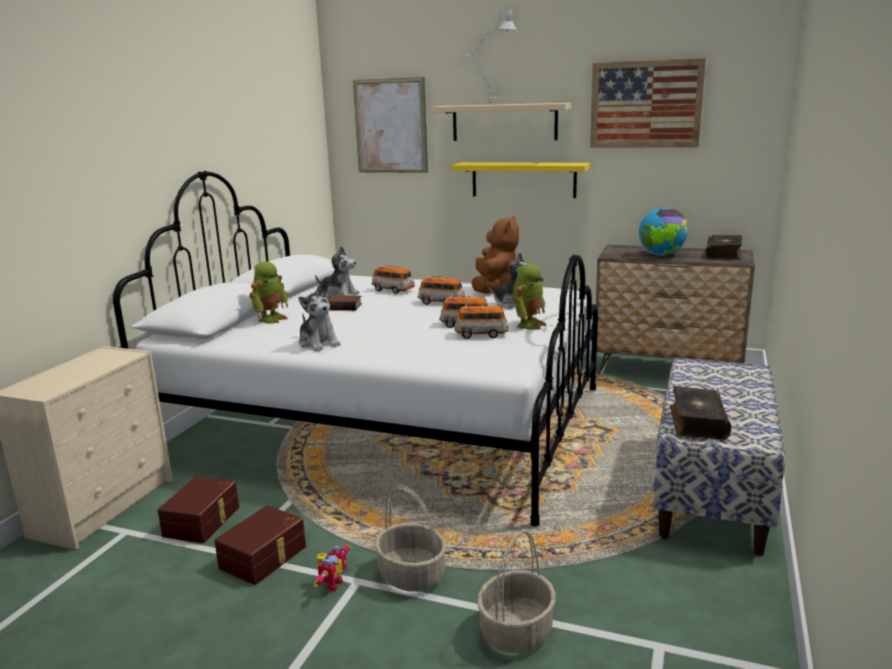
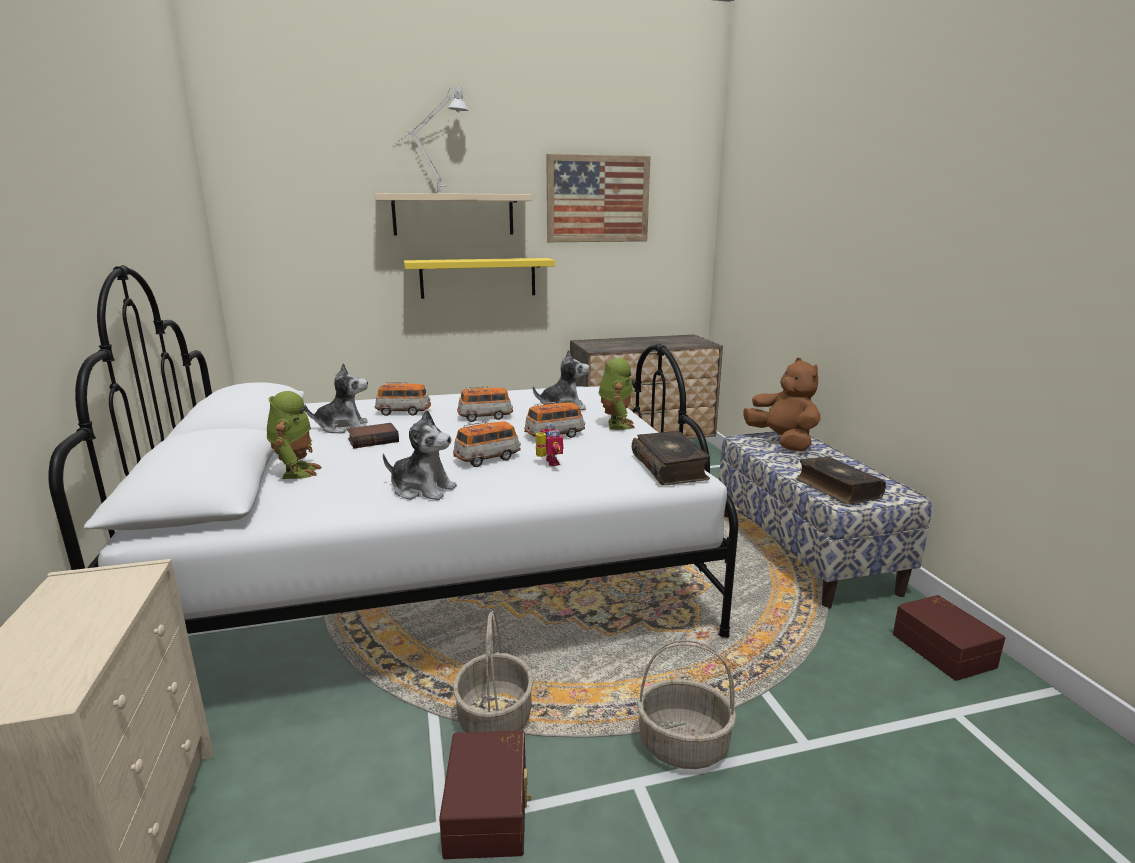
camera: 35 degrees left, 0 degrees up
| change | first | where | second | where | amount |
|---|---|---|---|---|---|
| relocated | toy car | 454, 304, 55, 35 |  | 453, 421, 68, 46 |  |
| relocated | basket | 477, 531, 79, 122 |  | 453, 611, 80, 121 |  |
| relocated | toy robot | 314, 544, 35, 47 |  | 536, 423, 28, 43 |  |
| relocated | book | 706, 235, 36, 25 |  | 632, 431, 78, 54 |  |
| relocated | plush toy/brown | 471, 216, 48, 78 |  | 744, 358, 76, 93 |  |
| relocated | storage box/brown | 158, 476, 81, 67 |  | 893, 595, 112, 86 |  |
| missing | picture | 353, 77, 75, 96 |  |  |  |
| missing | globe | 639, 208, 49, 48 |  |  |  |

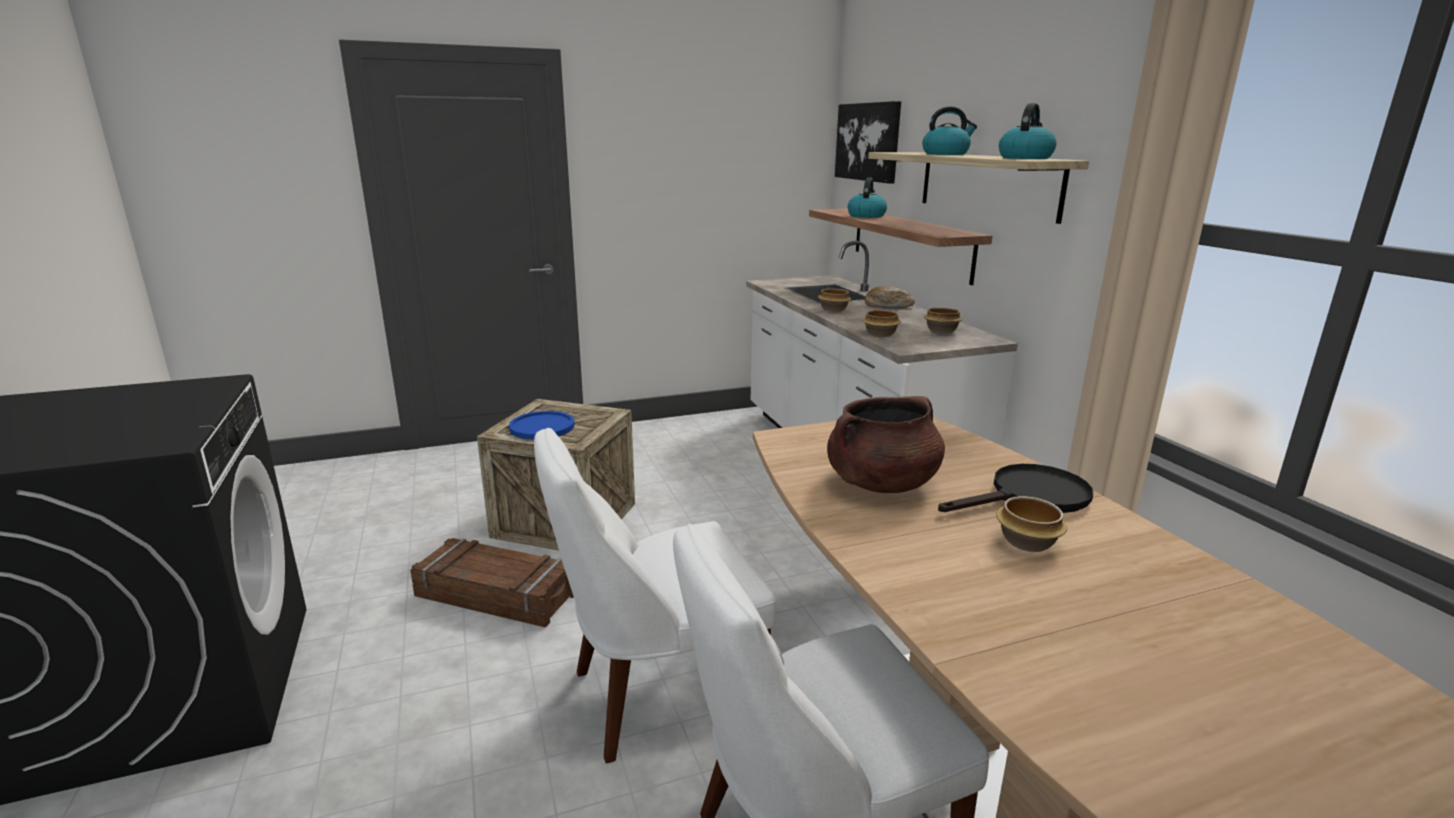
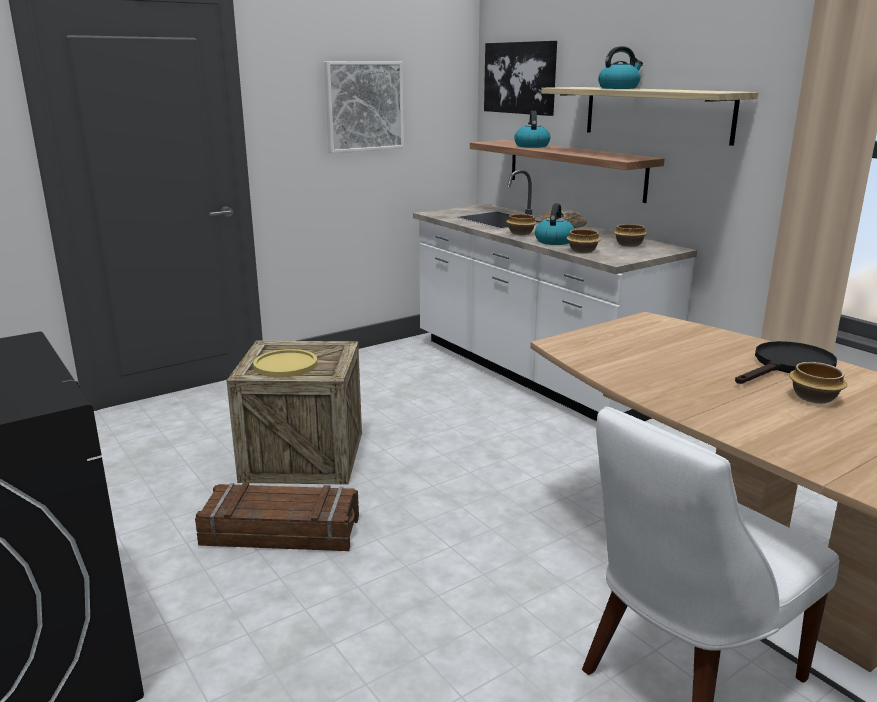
camera: 15 degrees left, 0 degrees up
| change | first | where | second | where | amount |
|---|---|---|---|---|---|
| colour | plate/blue | 509, 411, 66, 29 | plate/yellow | 253, 349, 64, 28 |  |
| appeared |  |  | picture | 324, 61, 80, 92 |  |
| relocated | kettle | 999, 103, 57, 56 |  | 535, 203, 39, 42 |  |
| missing | chair/white | 534, 428, 242, 335 |  |  |  |
| missing | cooking pot/brown | 827, 396, 118, 97 |  |  |  |

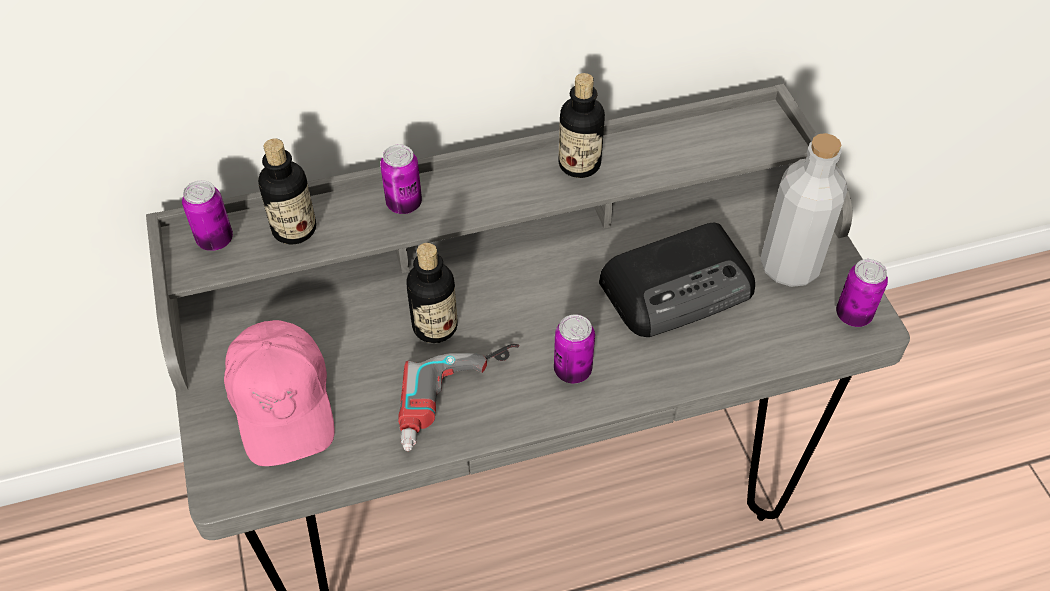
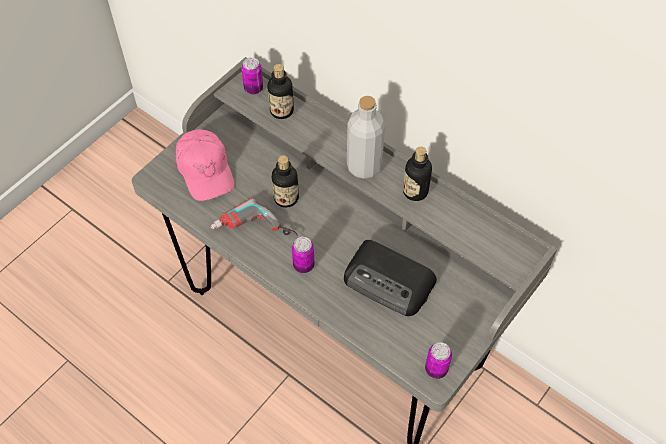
camera: 55 degrees right, 5 degrees up
| change | first | where | second | where | amount |
|---|---|---|---|---|---|
| spun | cap/pink | 224, 320, 111, 146 |  | 176, 129, 58, 72 | 60 degrees counterclockwise |
| relocated | bottle/grey | 760, 133, 87, 154 |  | 347, 96, 38, 83 |  |
| missing | can | 380, 145, 42, 69 |  |  |  |

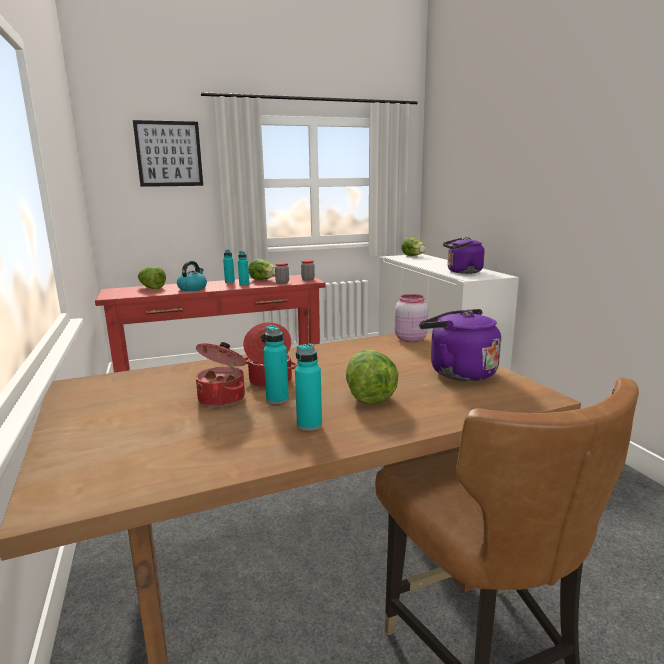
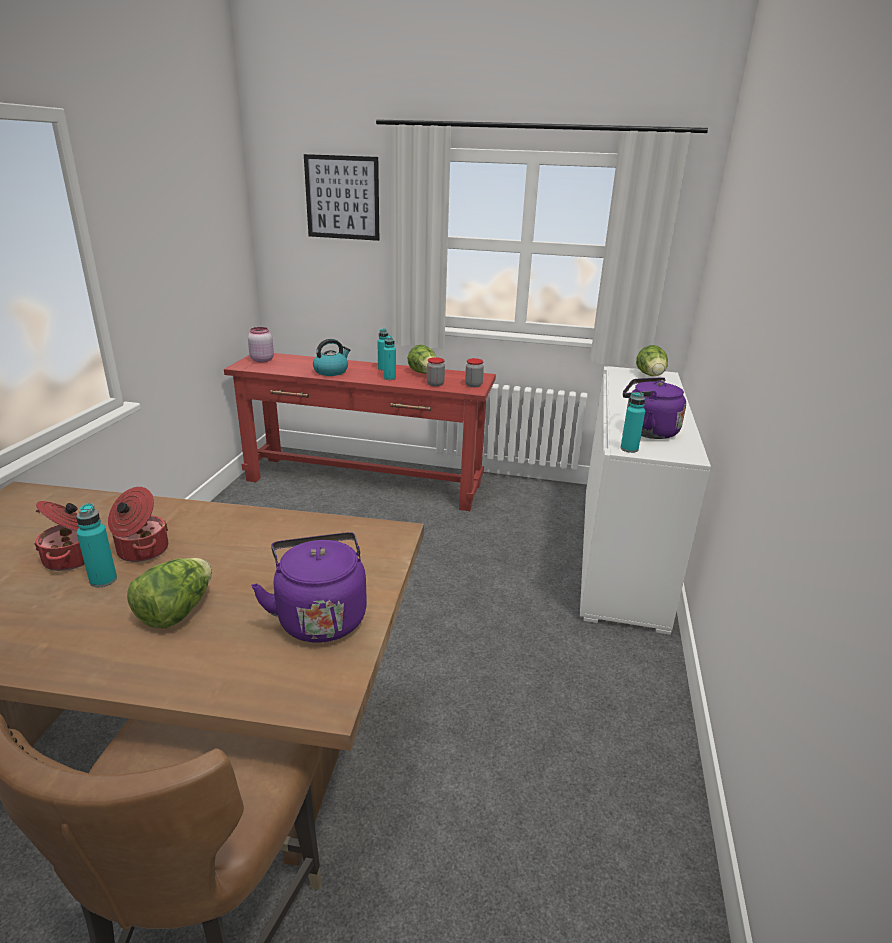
camera: 30 degrees right, 10 degrees up
| change | first | where | second | where | amount |
|---|---|---|---|---|---|
| relocated | jar/pink | 395, 294, 33, 48 |  | 248, 327, 26, 36 |  |
| relocated | bottle/turquoise | 295, 344, 27, 87 |  | 620, 392, 25, 61 |  |
| missing | lettuce | 138, 266, 28, 23 |  |  |  |

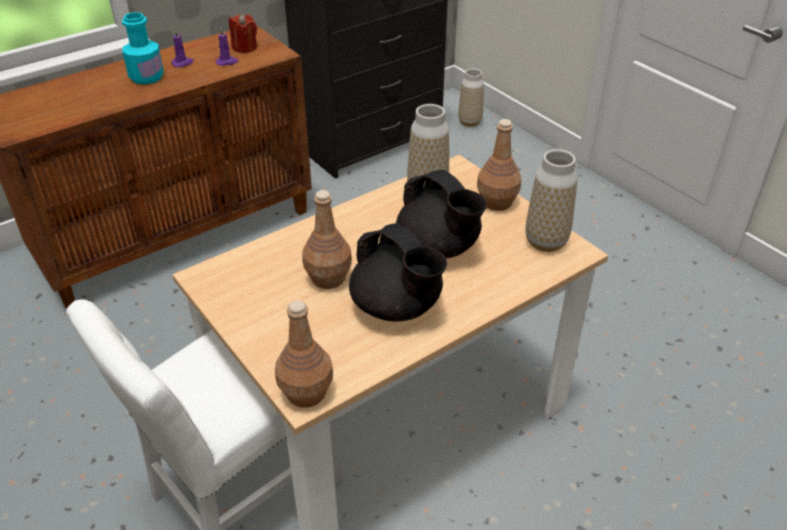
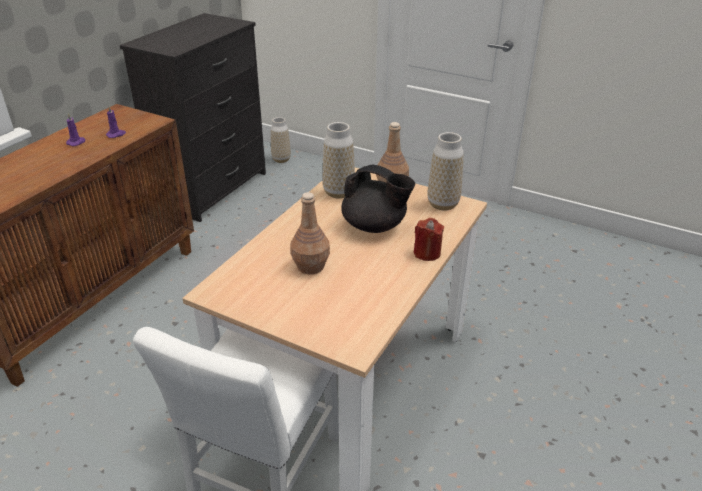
camera: 25 degrees left, 5 degrees down
| change | first | where | second | where | amount |
|---|---|---|---|---|---|
| relocated | candle/red | 229, 14, 28, 39 |  | 414, 218, 30, 43 |  |
| missing | bottle/turquoise | 122, 12, 42, 72 |  |  |  |
| missing | bottle/brown | 275, 300, 58, 108 |  |  |  |
| missing | teapot/black | 349, 223, 98, 98 |  |  |  |

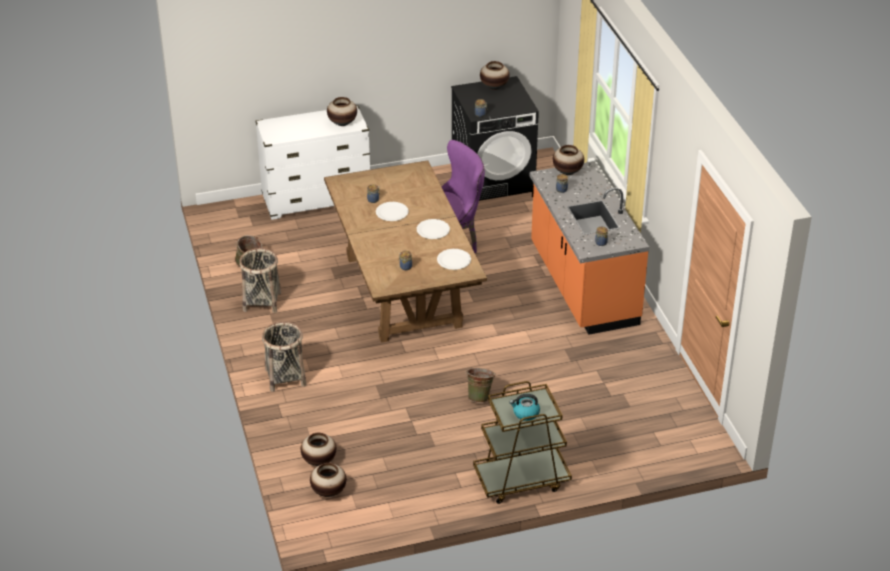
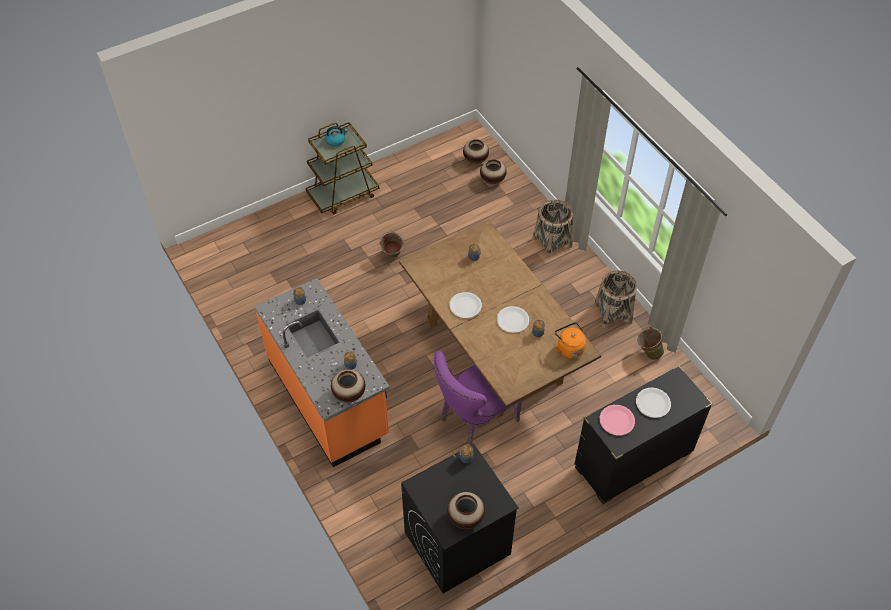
camera: 165 degrees right, 15 degrees up
| change | first | where | second | where | amount |
|---|---|---|---|---|---|
| appeared |  |  | kettle/orange | 554, 322, 32, 37 |  |
| colour | dresser/white | 255, 105, 115, 115 | dresser/black | 574, 366, 138, 138 |  |
| exchanged | vase | 327, 97, 30, 29 | plate/pink | 600, 405, 35, 31 |  |
| relocated | plate/white | 437, 249, 34, 21 |  | 636, 387, 35, 31 |  |

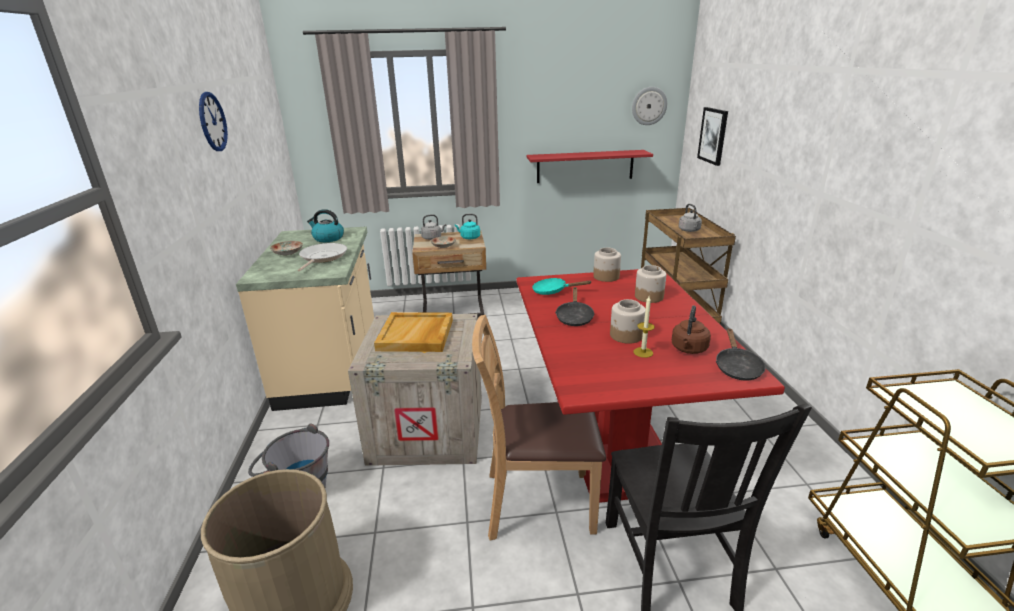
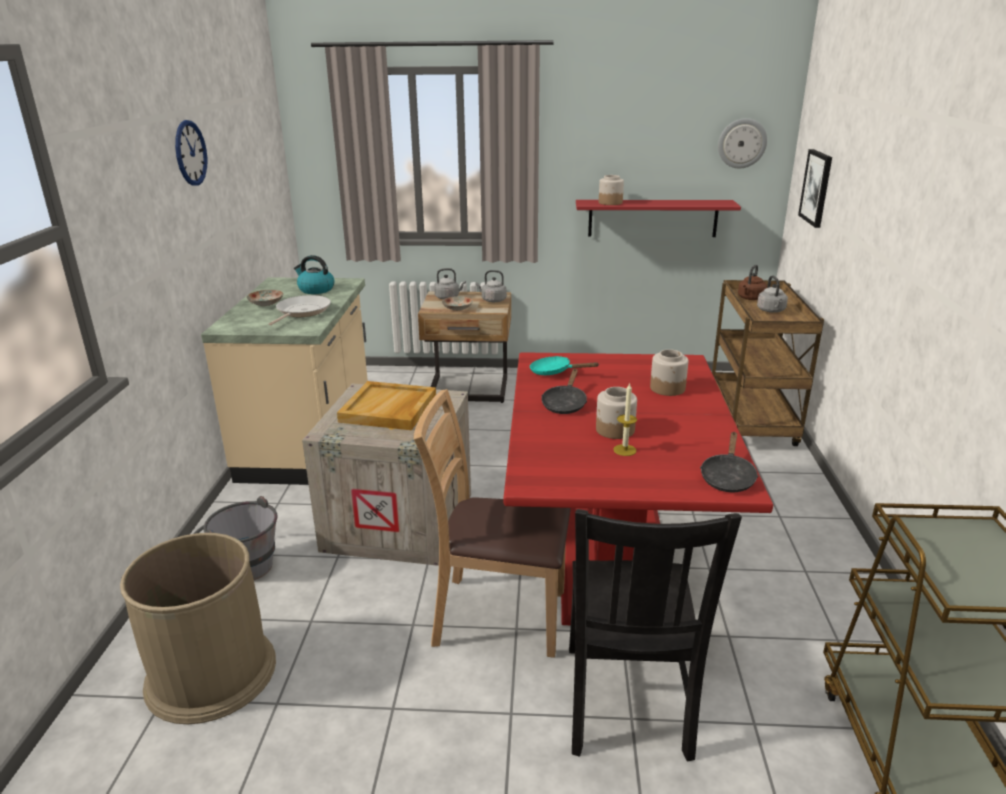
camera: 10 degrees right, 0 degrees up
| change | first | where | second | where | amount |
|---|---|---|---|---|---|
| colour | kettle/turquoise | 455, 214, 25, 25 | kettle/grey | 476, 270, 31, 32 |  |
| relocated | jar | 593, 248, 28, 34 |  | 599, 175, 25, 30 |  |
| relocated | kettle/brown | 672, 305, 39, 49 |  | 738, 265, 29, 35 |  |

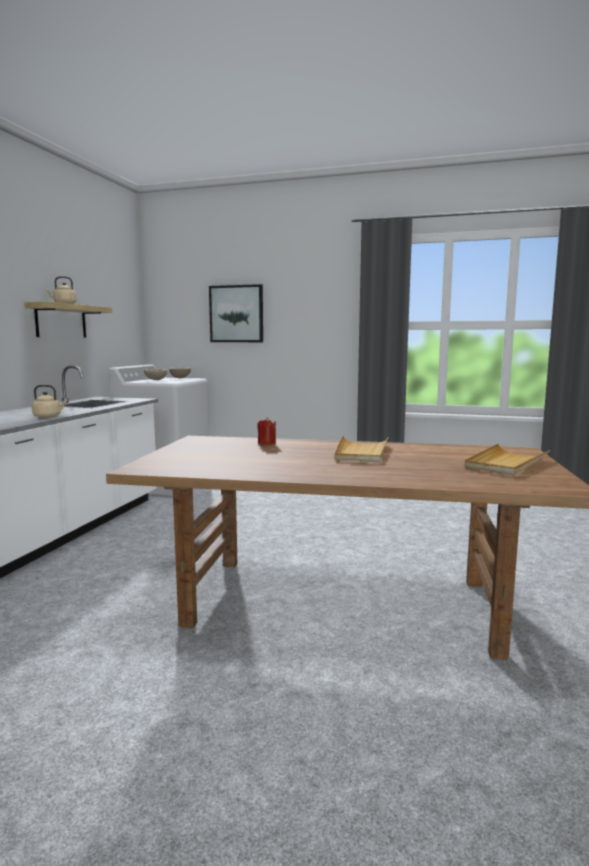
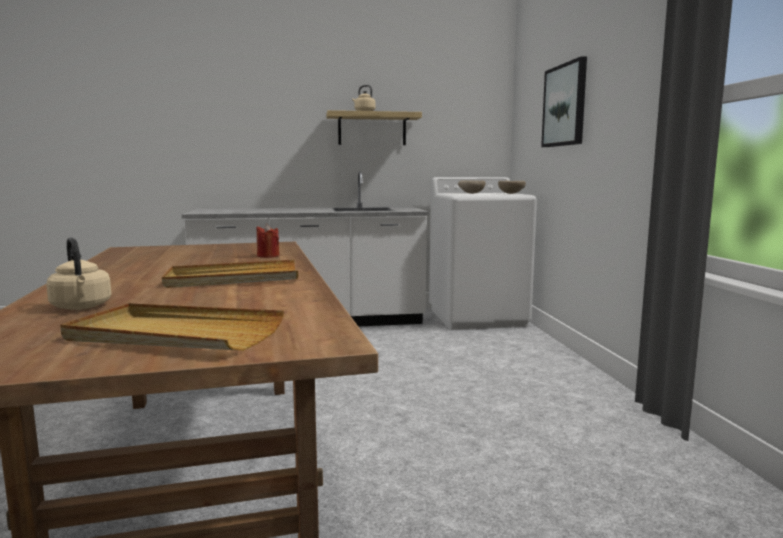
camera: 65 degrees right, 0 degrees up
| change | first | where | second | where | amount |
|---|---|---|---|---|---|
| relocated | kettle/beige | 32, 385, 35, 33 |  | 46, 238, 66, 72 |  |

